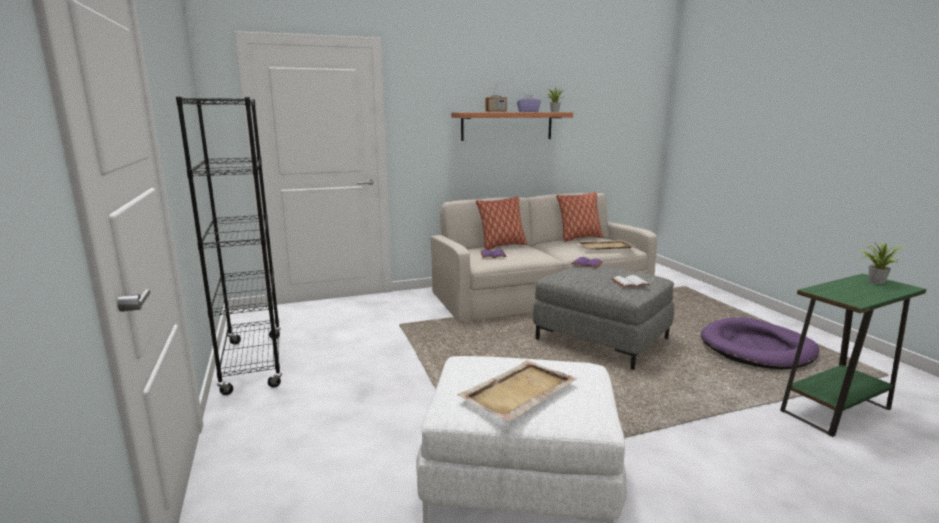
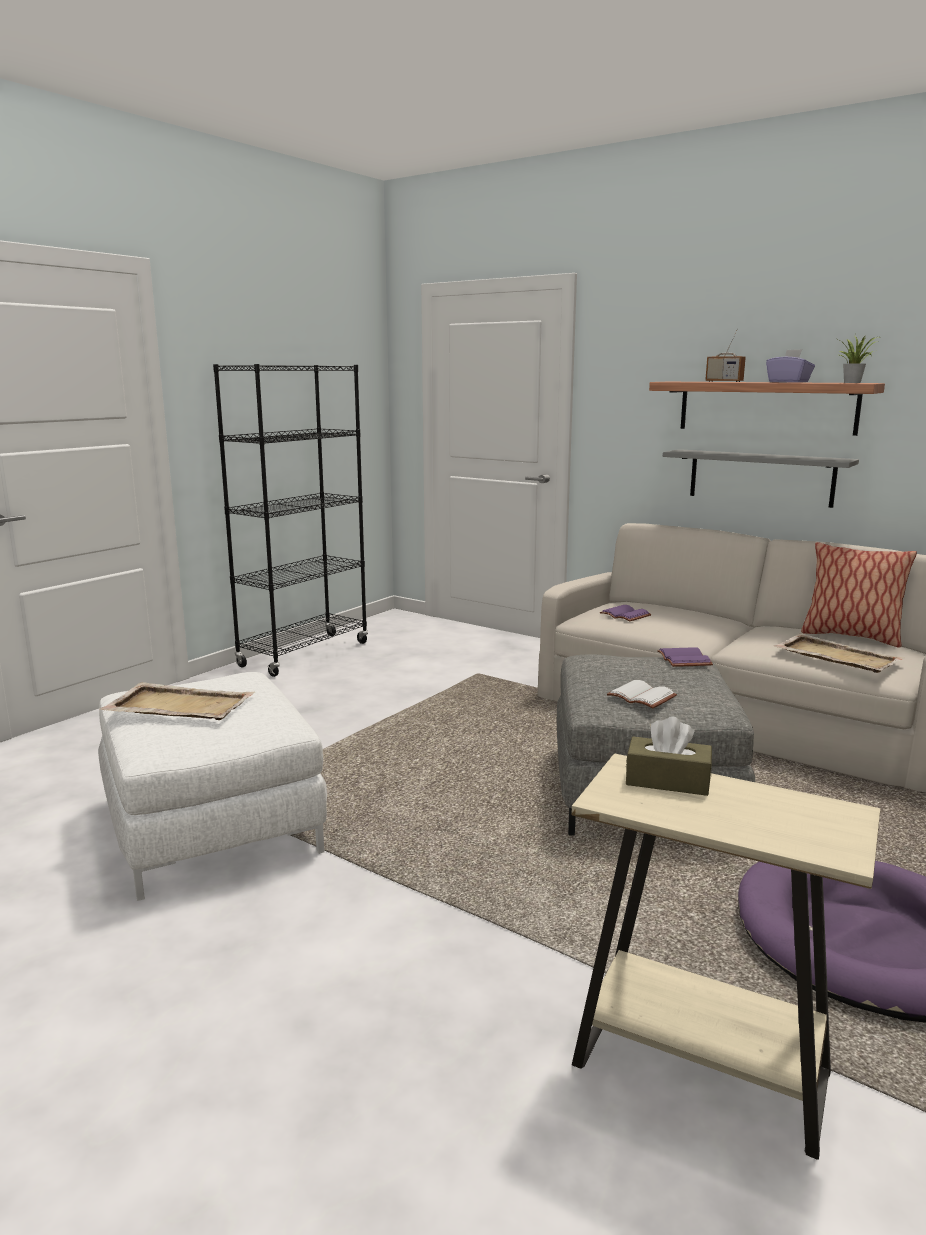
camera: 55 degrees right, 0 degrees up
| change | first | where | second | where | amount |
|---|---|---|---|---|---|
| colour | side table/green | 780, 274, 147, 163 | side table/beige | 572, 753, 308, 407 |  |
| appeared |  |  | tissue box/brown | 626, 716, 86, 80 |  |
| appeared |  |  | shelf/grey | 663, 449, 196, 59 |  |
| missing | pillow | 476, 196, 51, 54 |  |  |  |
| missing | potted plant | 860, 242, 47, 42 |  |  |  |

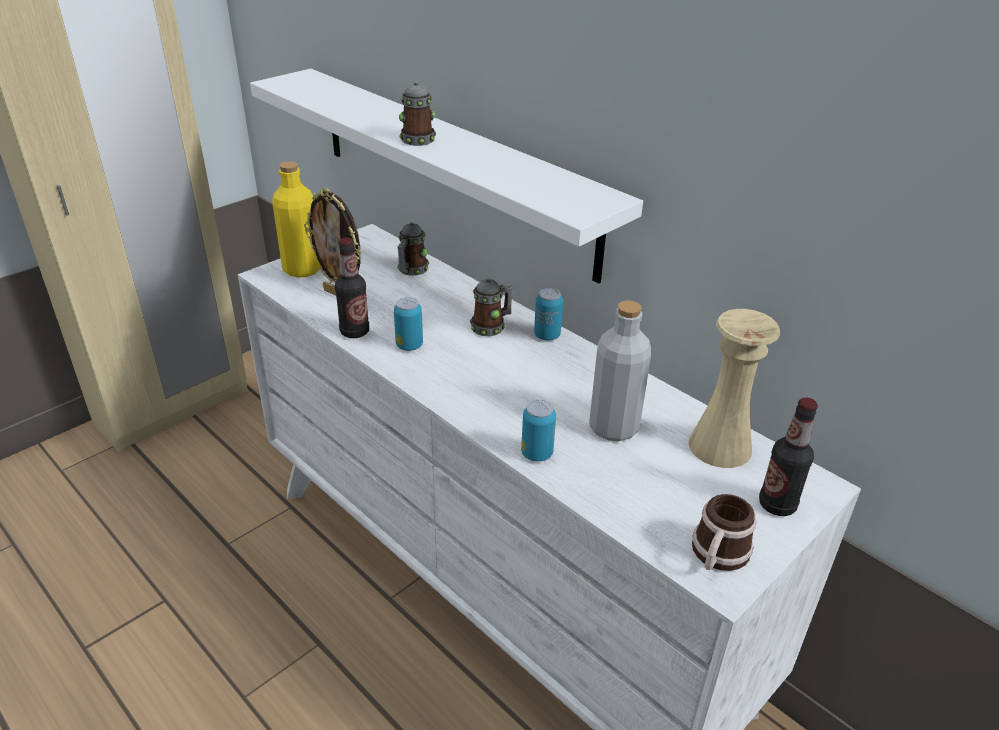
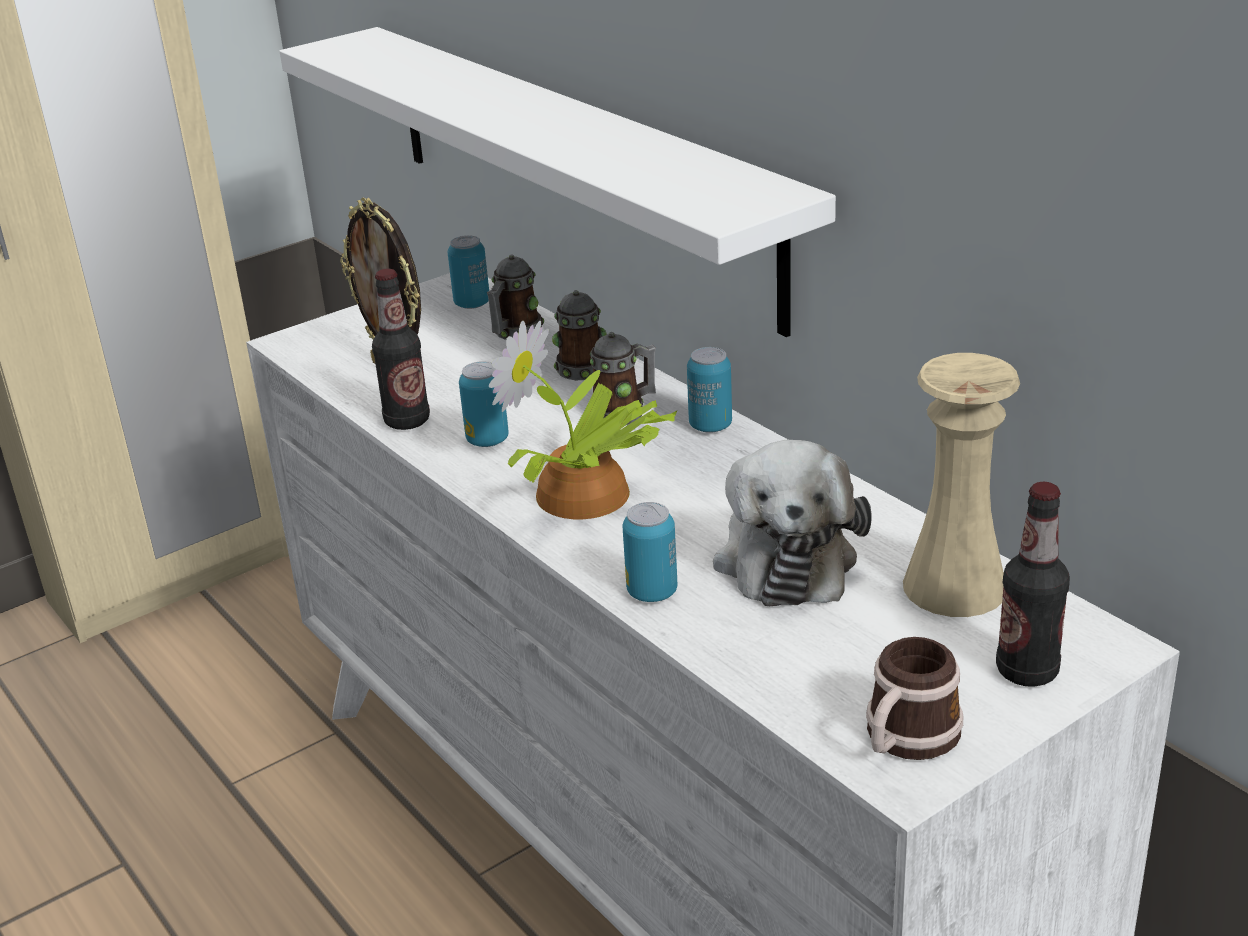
camera: 10 degrees right, 5 degrees down
| change | first | where | second | where | amount |
|---|---|---|---|---|---|
| appeared |  |  | can | 448, 235, 41, 74 |  |
| appeared |  |  | potted plant | 489, 321, 188, 198 |  |
| relocated | mug | 399, 81, 37, 65 |  | 552, 290, 54, 90 |  |
| exchanged | bottle/grey | 589, 300, 62, 141 | plush toy | 713, 440, 159, 166 |  |
| missing | bottle/yellow | 273, 161, 48, 117 |  |  |  |

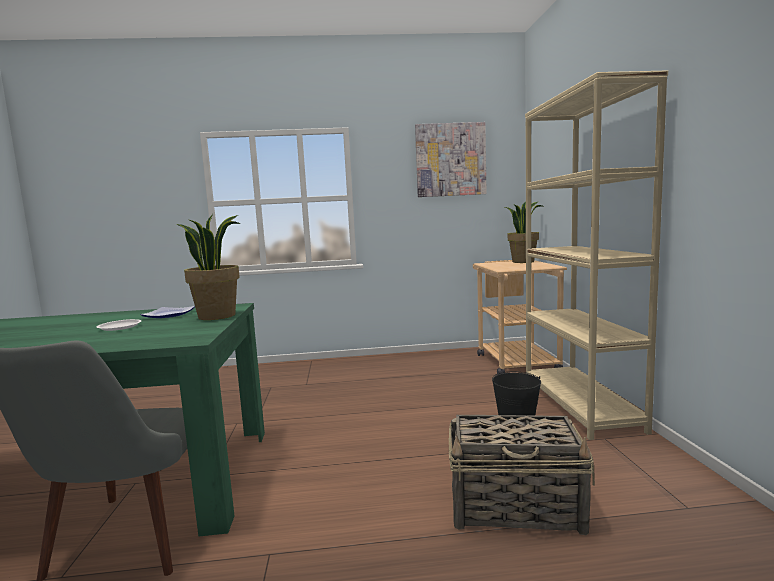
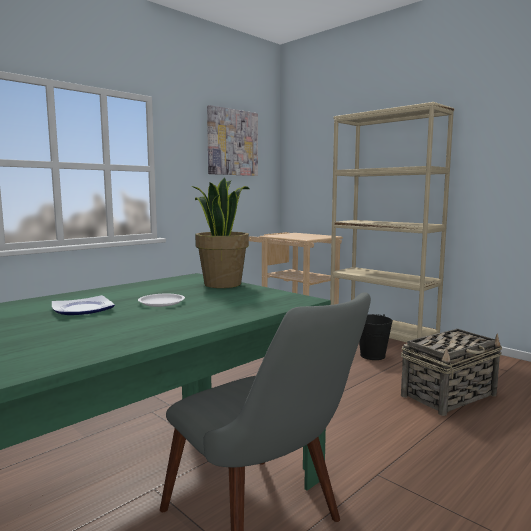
camera: 40 degrees left, 0 degrees up
| change | first | where | second | where | amount |
|---|---|---|---|---|---|
| relocated | plate | 141, 306, 54, 12 |  | 52, 295, 63, 20 |  |
| missing | potted plant | 505, 202, 39, 61 |  |  |  |

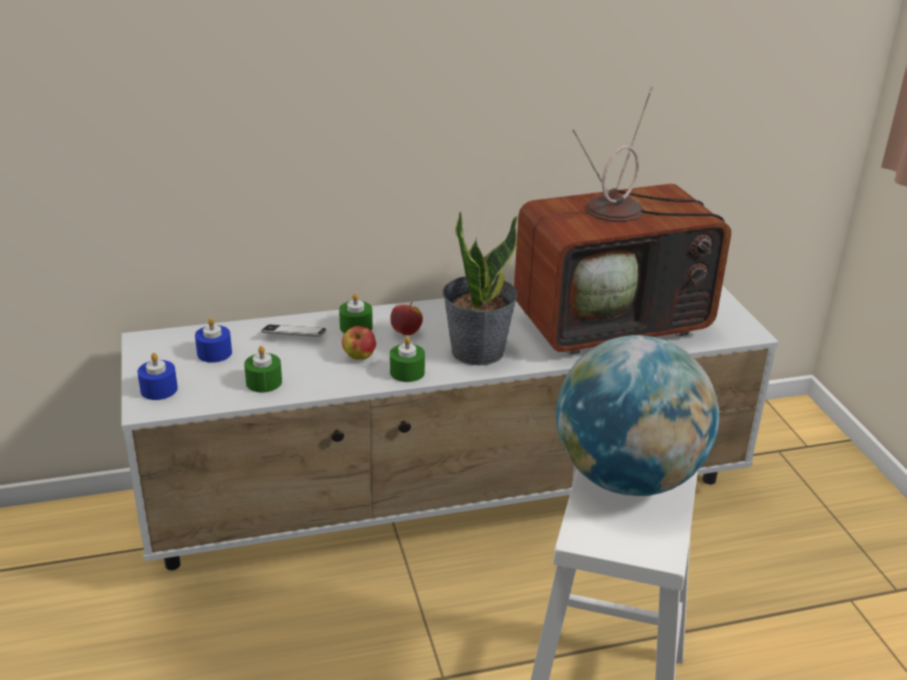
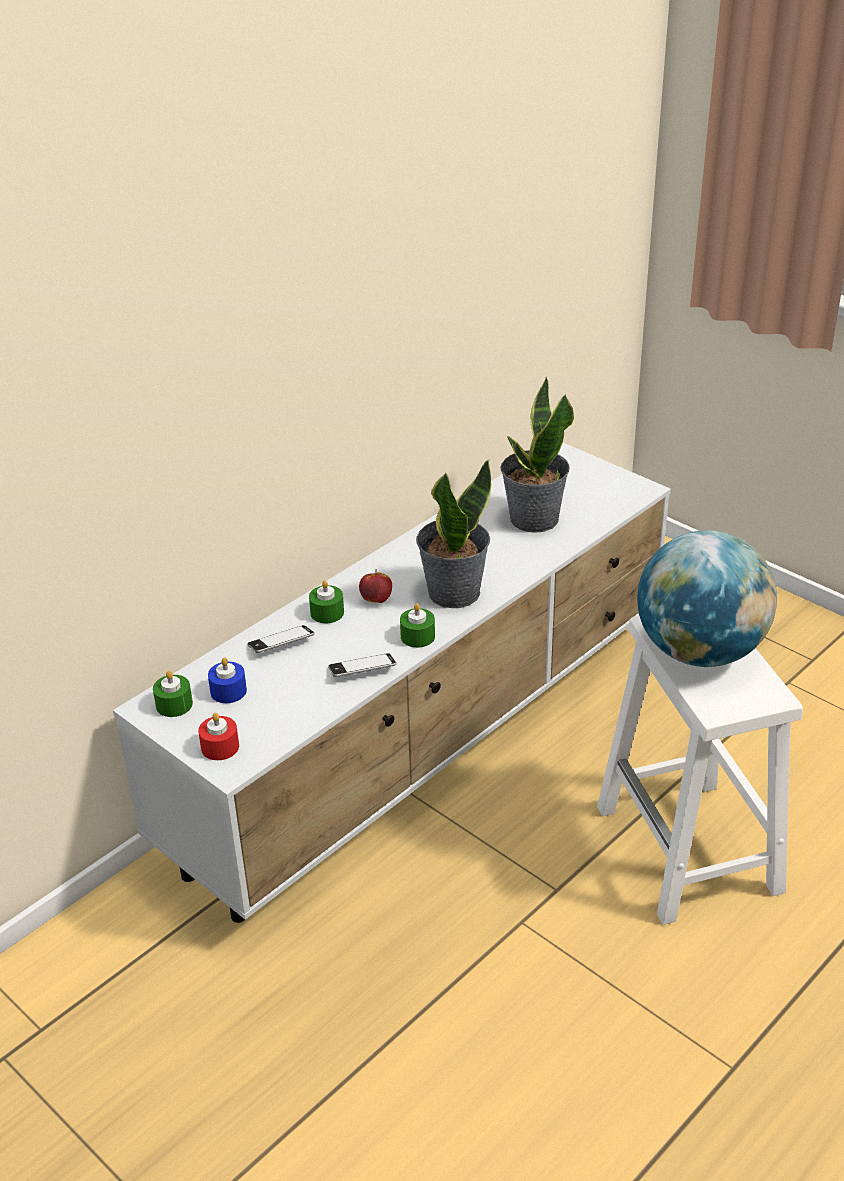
camera: 30 degrees left, 5 degrees up
| change | first | where | second | where | amount |
|---|---|---|---|---|---|
| relocated | candle/green | 244, 346, 38, 47 |  | 153, 671, 40, 46 |  |
| colour | candle/blue | 137, 353, 41, 47 | candle/red | 198, 713, 41, 47 |  |
| appeared |  |  | phone | 328, 653, 68, 24 |  |
| exchanged | television | 514, 87, 217, 268 | potted plant | 500, 377, 74, 156 |  |
| missing | apple | 342, 326, 34, 34 |  |  |  |

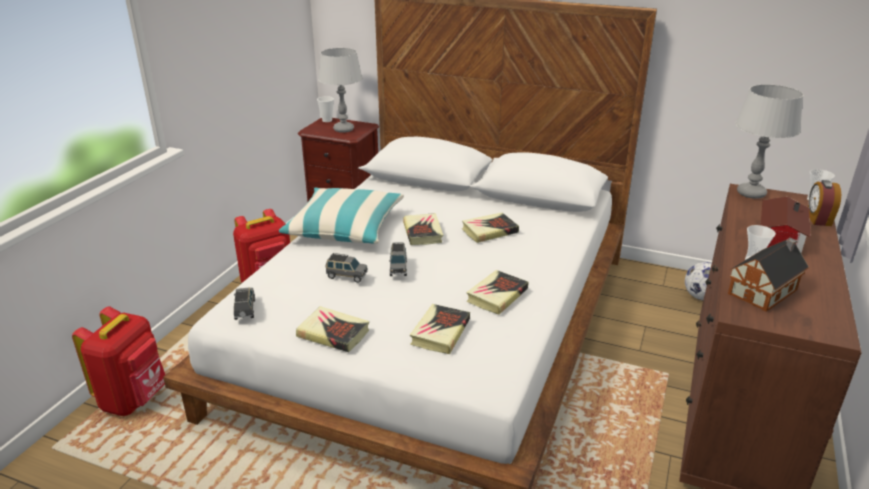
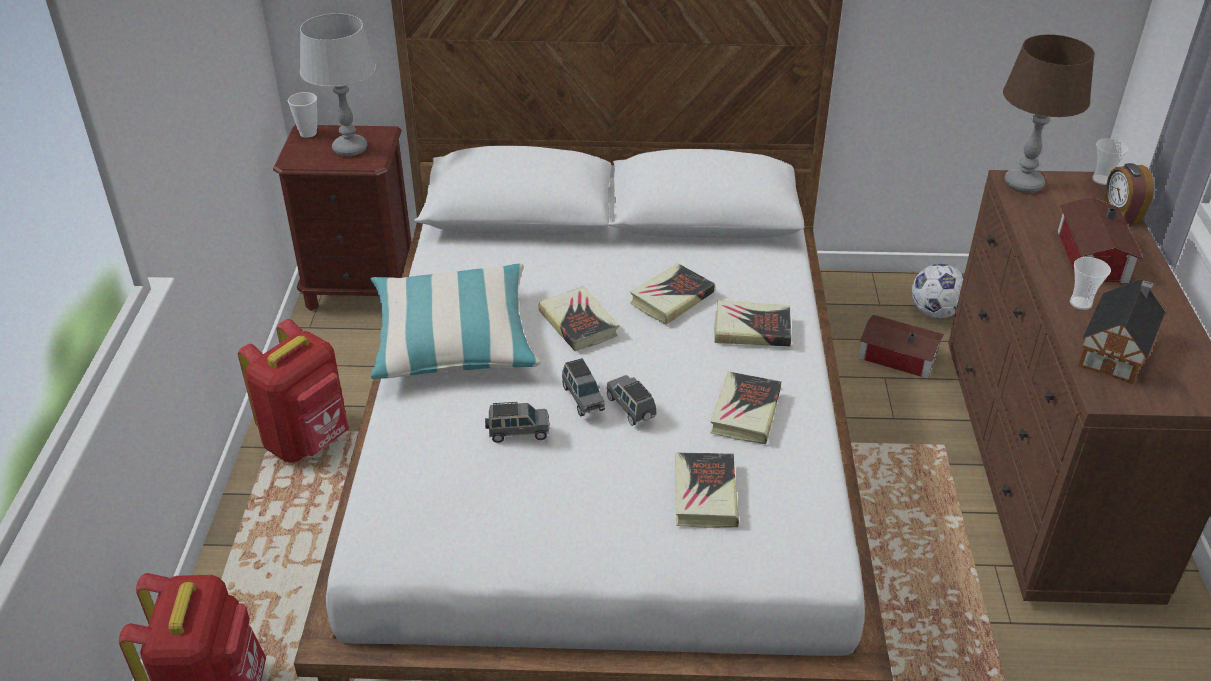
camera: 20 degrees left, 10 degrees up
| change | first | where | second | where | amount |
|---|---|---|---|---|---|
| relocated | toy car/grey | 234, 288, 21, 32 |  | 606, 375, 50, 51 |  |
| relocated | book | 296, 306, 73, 46 |  | 714, 300, 77, 47 |  |
| appeared |  |  | toy house | 859, 315, 85, 63 |  |
| colour | table lamp/grey | 735, 84, 68, 115 | table lamp/brown | 1003, 34, 92, 159 |  |

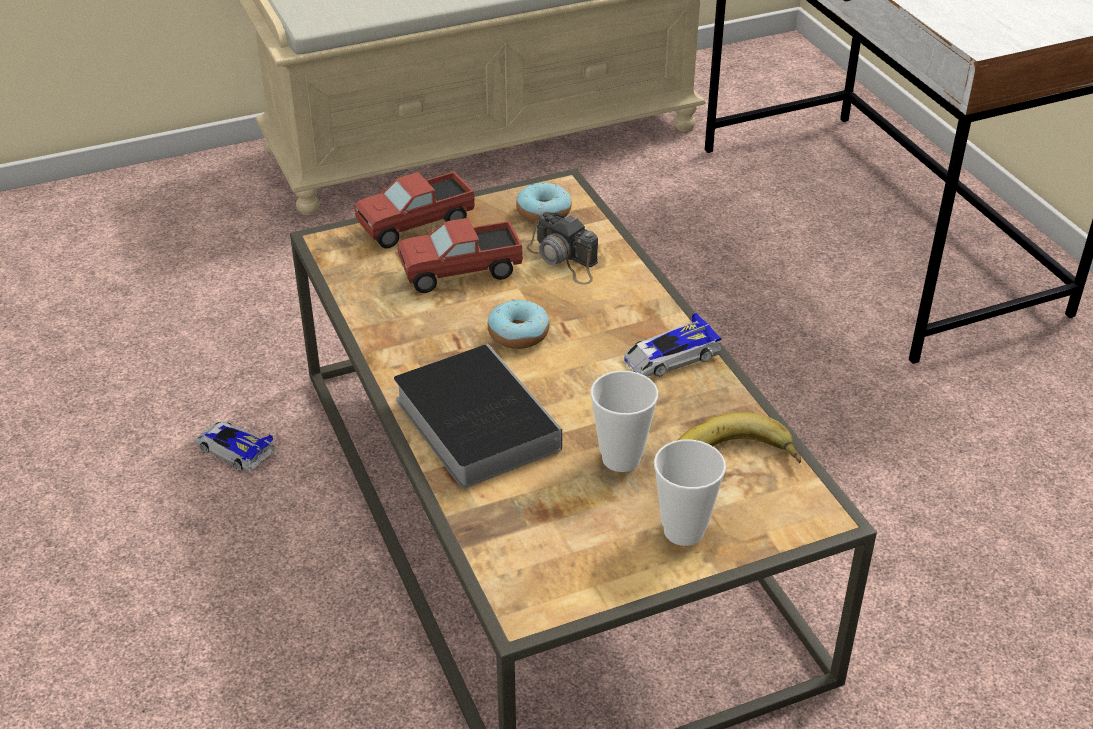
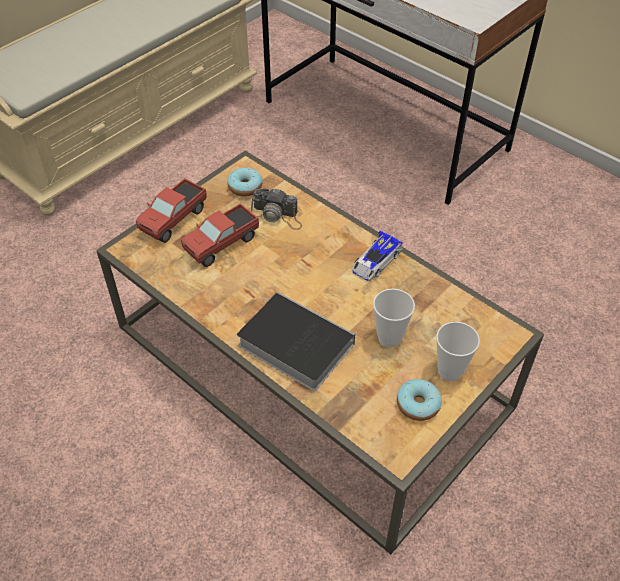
camera: 25 degrees left, 10 degrees up
| change | first | where | second | where | amount |
|---|---|---|---|---|---|
| relocated | donut | 488, 299, 62, 50 |  | 397, 379, 45, 42 |  |
| missing | toy car | 194, 422, 82, 51 |  |  |  |
| missing | banana | 678, 412, 123, 52 |  |  |  |

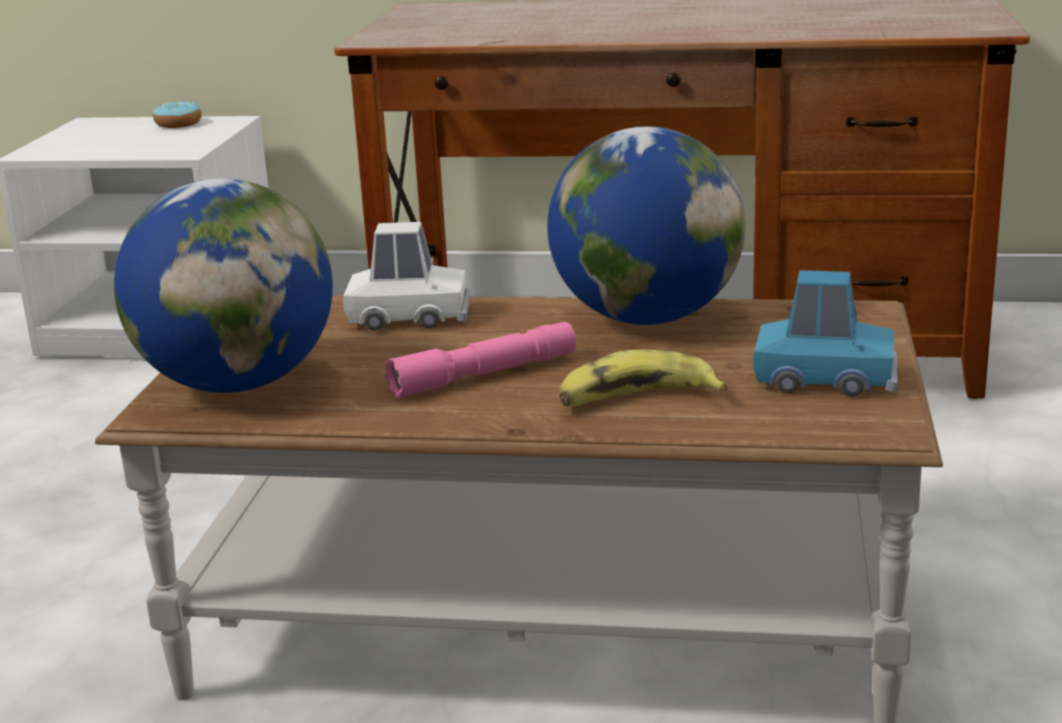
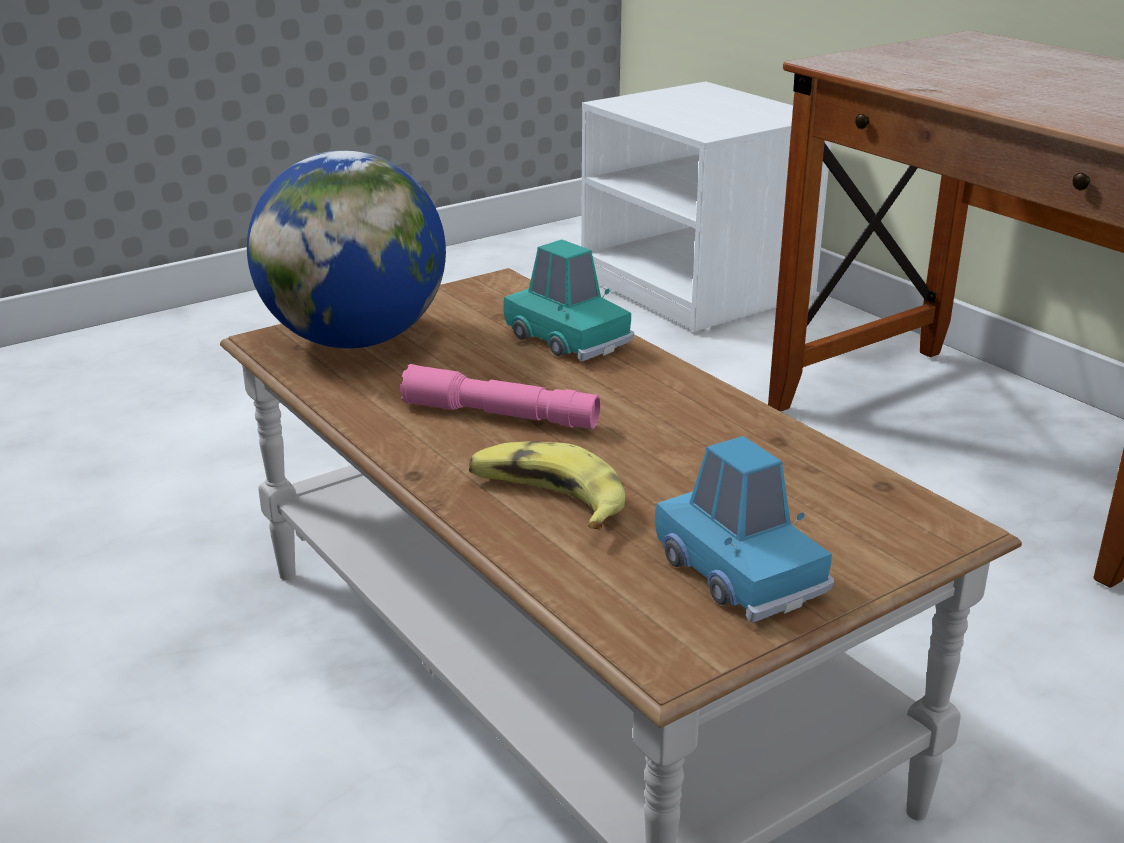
camera: 45 degrees right, 5 degrees up
| change | first | where | second | where | amount |
|---|---|---|---|---|---|
| colour | toy car/white | 343, 222, 127, 108 | toy car/turquoise | 503, 240, 131, 121 |  |
| missing | donut | 153, 101, 49, 27 |  |  |  |
| missing | globe | 547, 126, 198, 199 |  |  |  |

